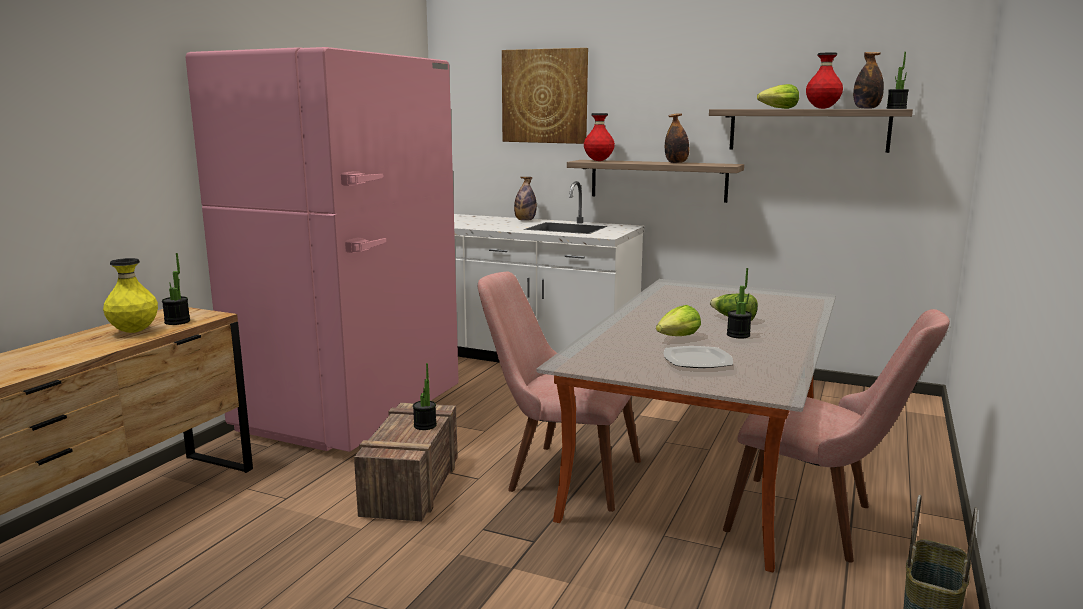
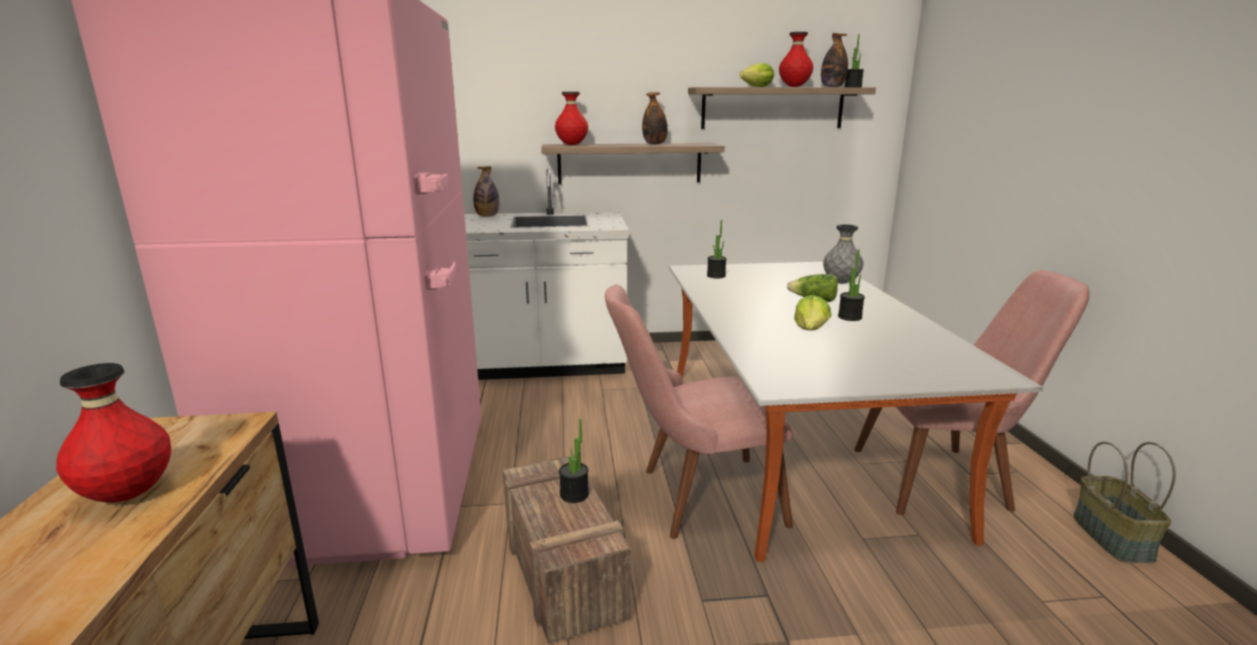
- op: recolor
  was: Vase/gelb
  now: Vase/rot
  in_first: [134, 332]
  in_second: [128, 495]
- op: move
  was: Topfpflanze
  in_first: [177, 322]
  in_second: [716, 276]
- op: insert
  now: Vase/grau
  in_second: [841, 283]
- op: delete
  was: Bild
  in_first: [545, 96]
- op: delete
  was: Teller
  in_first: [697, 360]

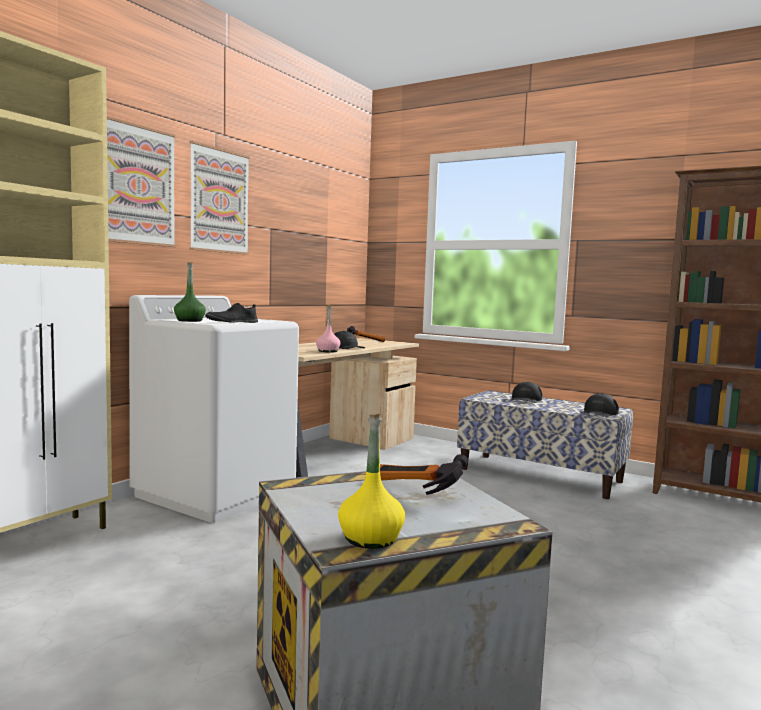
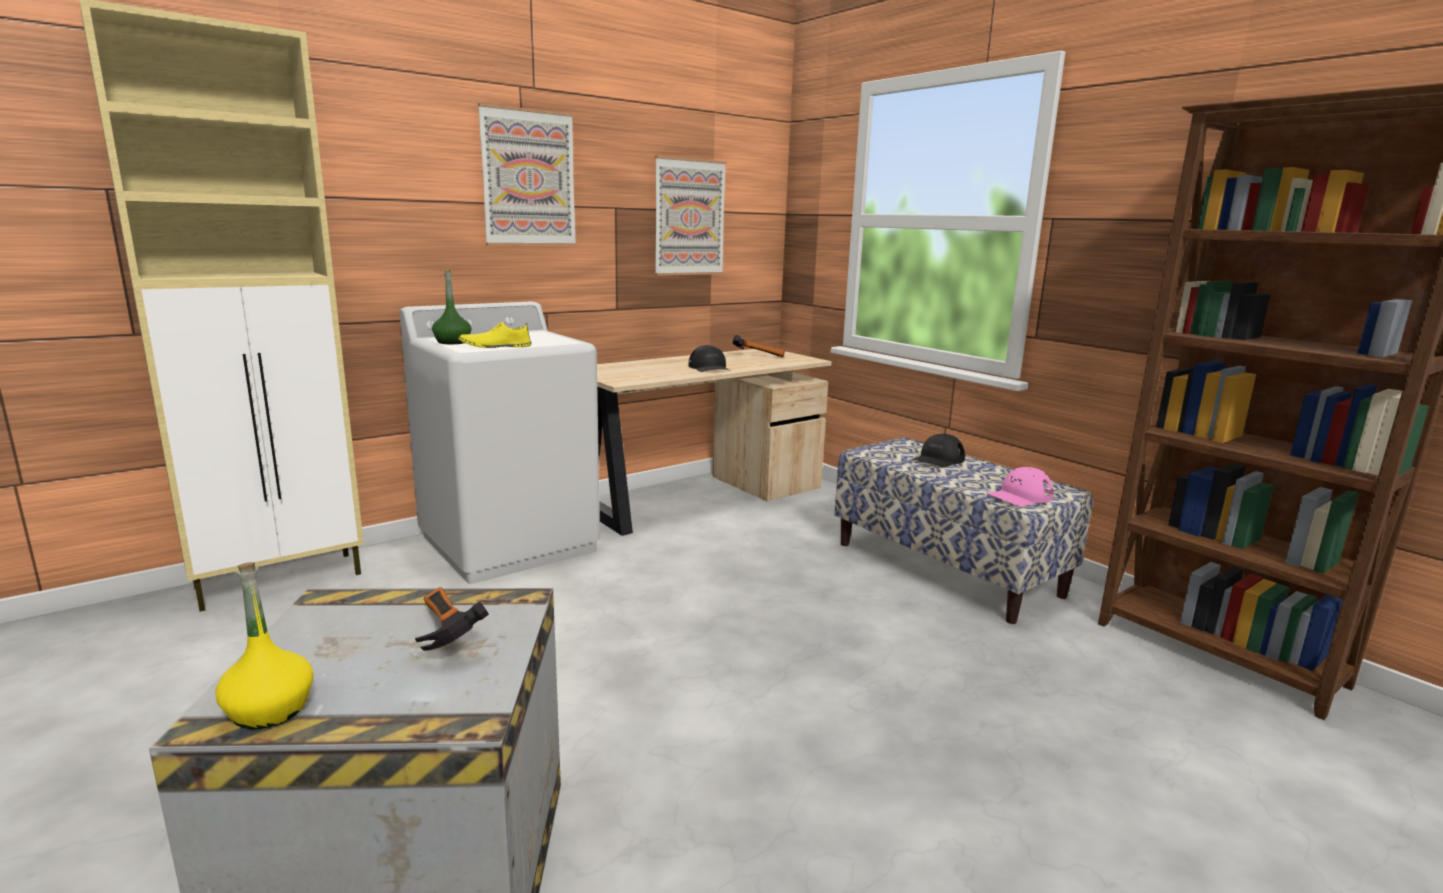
- op: recolor
  was: Schuh/schwarz
  now: Schuh/gelb
  in_first: [232, 322]
  in_second: [495, 346]
- op: move
  was: Bild
  in_first: [137, 185]
  in_second: [689, 217]
- op: recolor
  was: Kappe/schwarz
  now: Kappe/rosa
  in_first: [598, 413]
  in_second: [1020, 496]
- op: delete
  was: Flasche/rosa
  in_first: [328, 351]

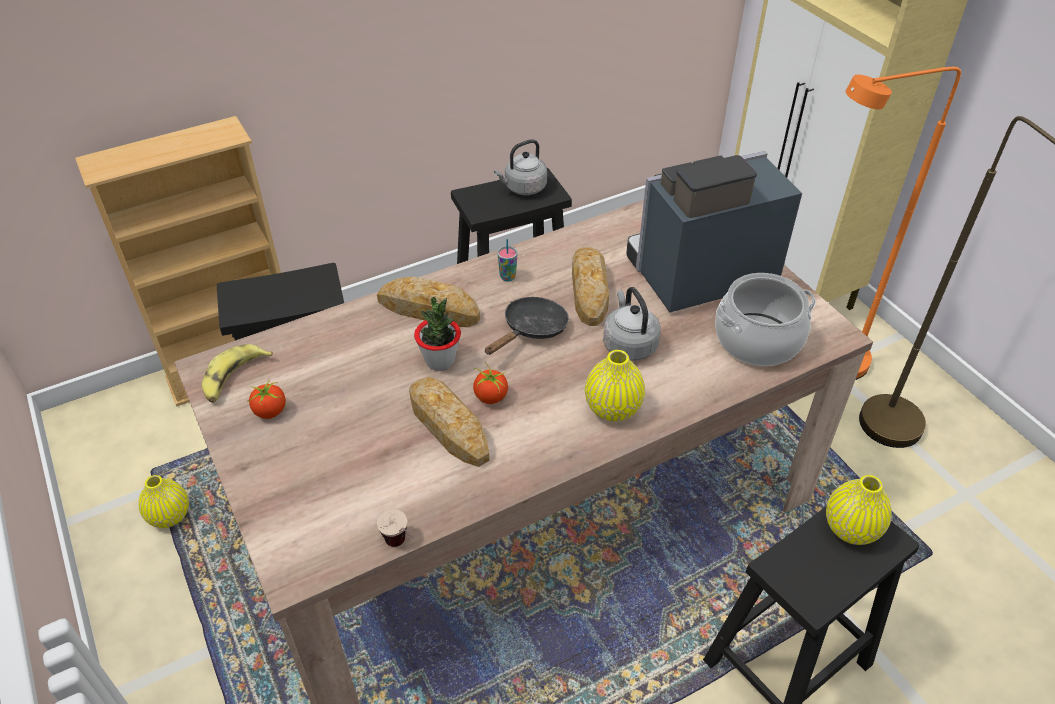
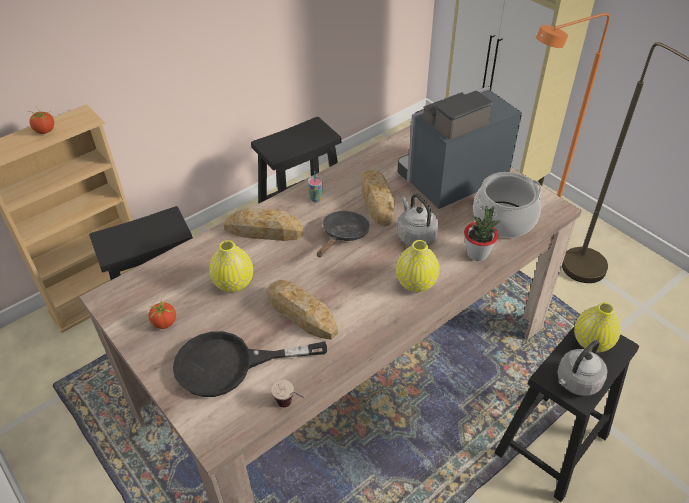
- op: move
  was: Tomate
  in_first: [490, 397]
  in_second: [45, 131]
- op: insert
  now: Pfanne/schwarz
  in_second: [229, 365]
- op: move
  was: Vase/gelb
  in_first: [170, 516]
  in_second: [234, 283]
- op: move
  was: Topfpflanze
  in_first: [440, 361]
  in_second: [477, 254]
- op: move
  was: Wasserkessel/grau
  in_first: [523, 188]
  in_second: [576, 382]
- op: delete
  was: Banane
  in_first: [234, 378]

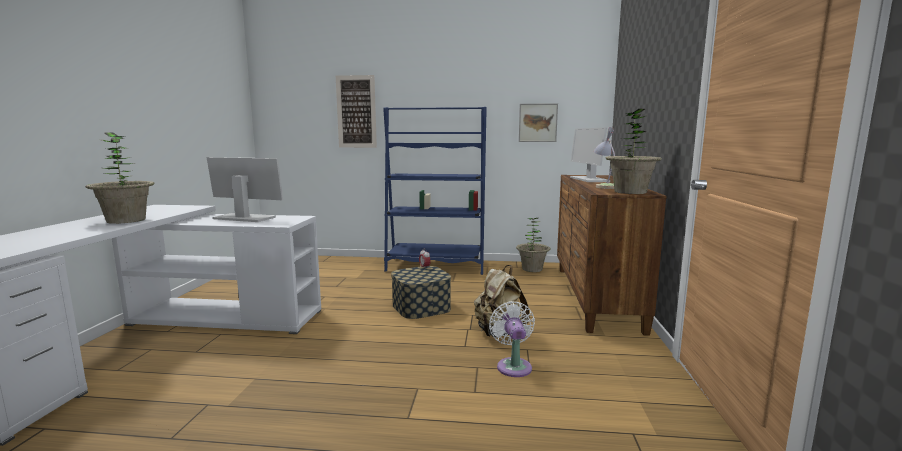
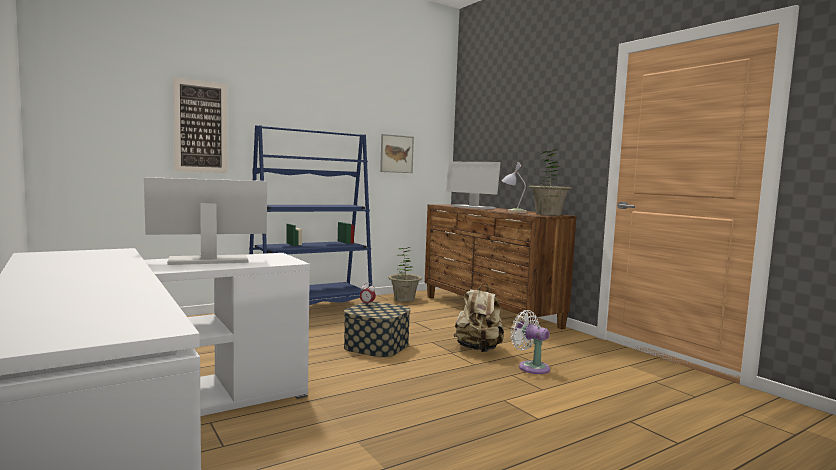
- op: delete
  was: Topfpflanze
  in_first: [126, 220]

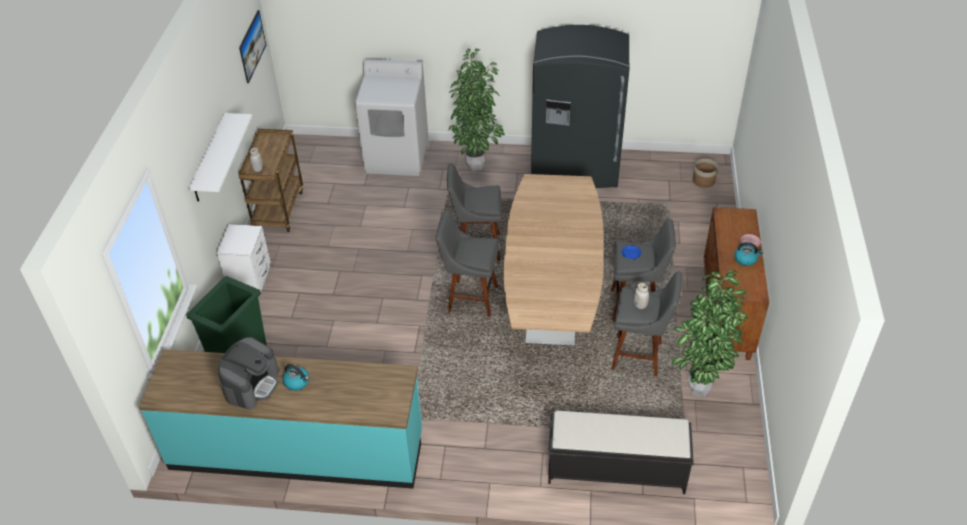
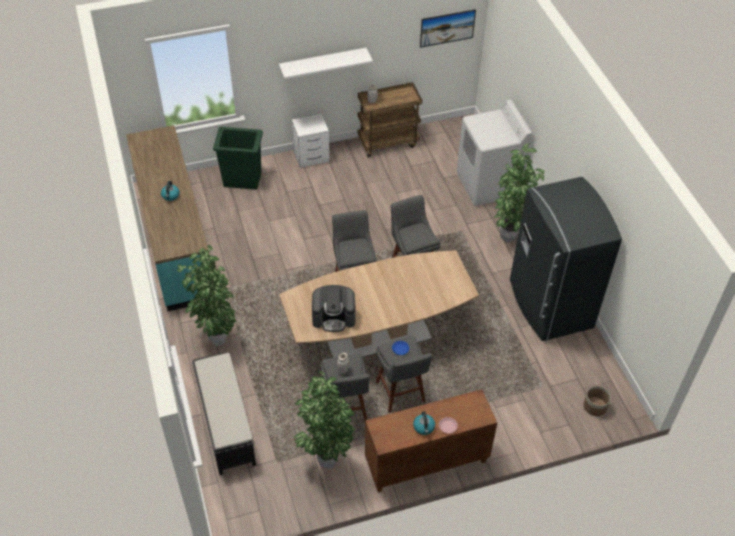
- op: insert
  now: Topfpflanze
  in_second: [216, 339]
- op: move
  was: Kaffeemaschine
  in_first: [252, 384]
  in_second: [334, 317]

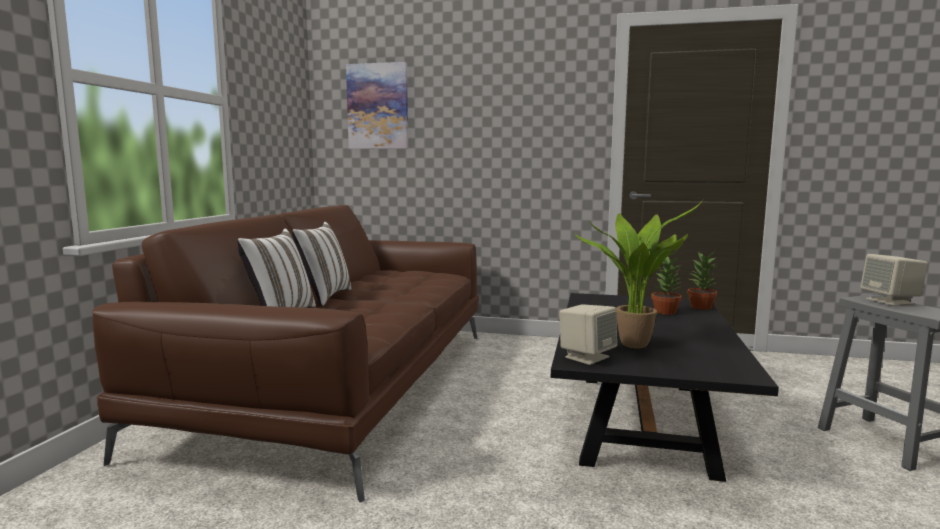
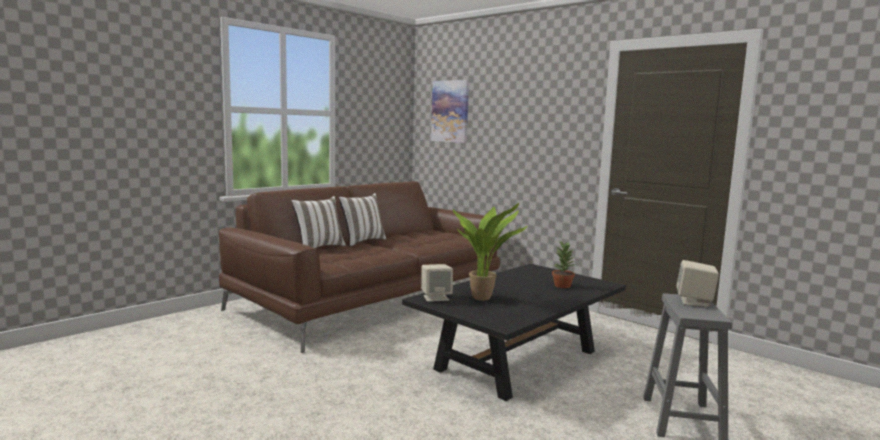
- op: delete
  was: Topfpflanze
  in_first: [701, 307]

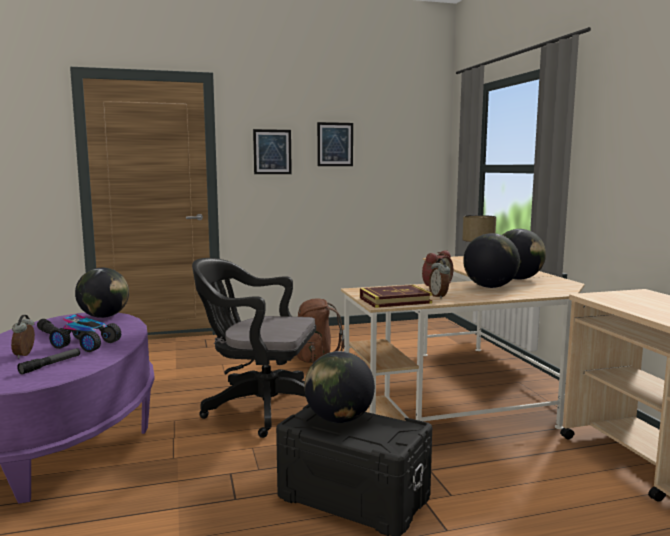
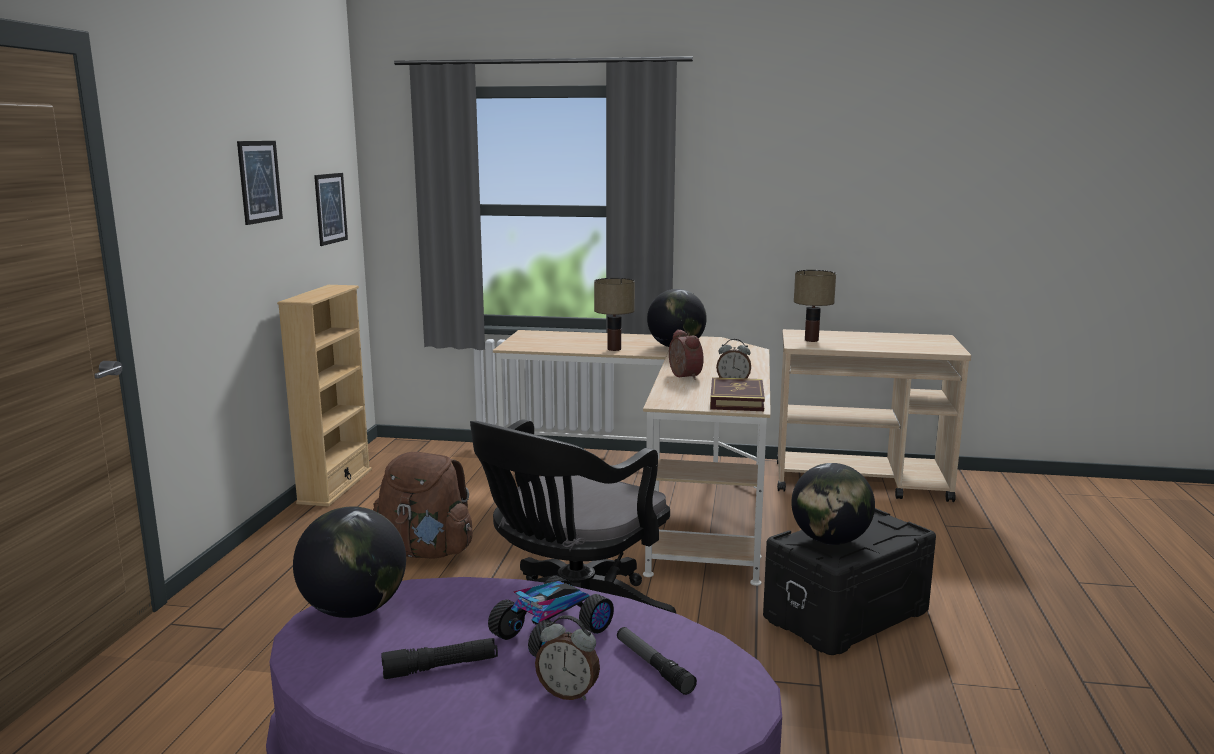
- op: insert
  now: Bücherregal/beige
  in_second: [335, 486]
- op: move
  was: Bild
  in_first: [272, 152]
  in_second: [330, 208]
- op: insert
  now: Tischlampe
  in_second: [810, 340]
- op: delete
  was: Globus
  in_first: [490, 287]

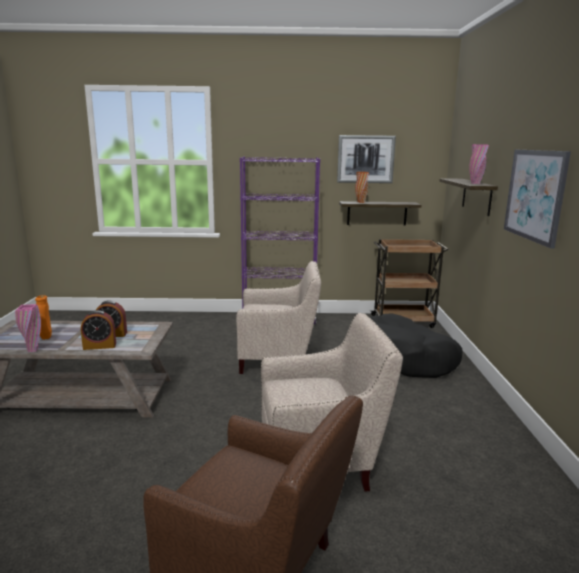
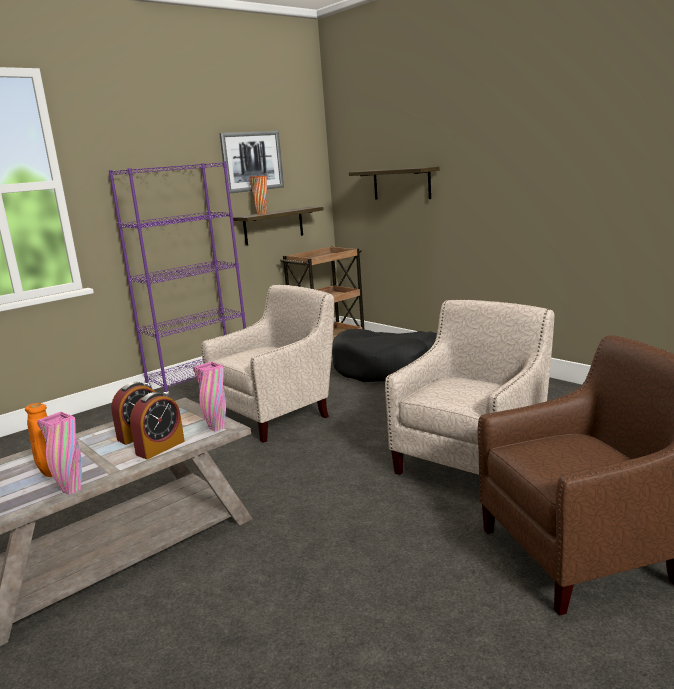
- op: move
  was: Vase/rosa
  in_first: [475, 183]
  in_second: [216, 428]
- op: delete
  was: Bild
  in_first: [535, 195]

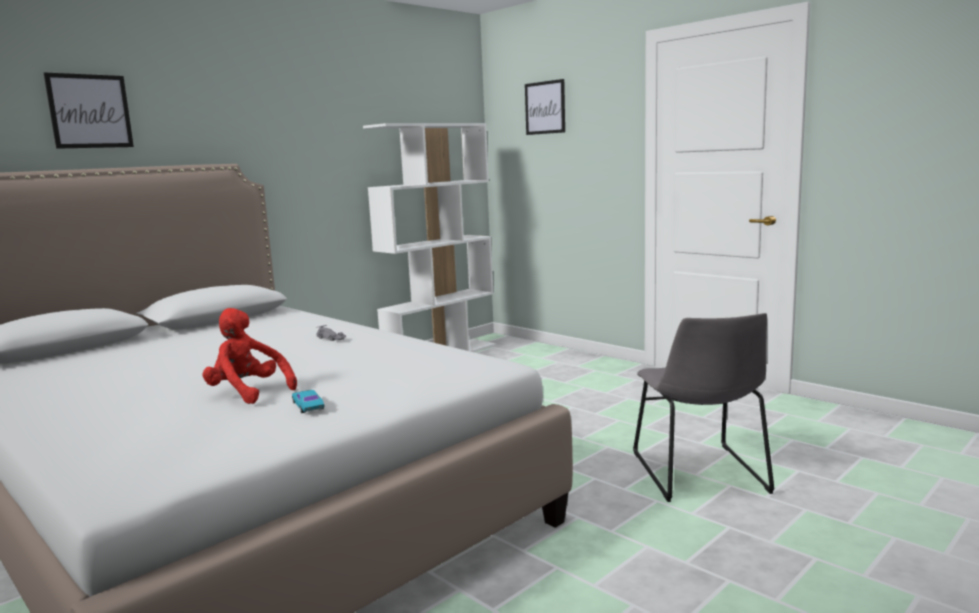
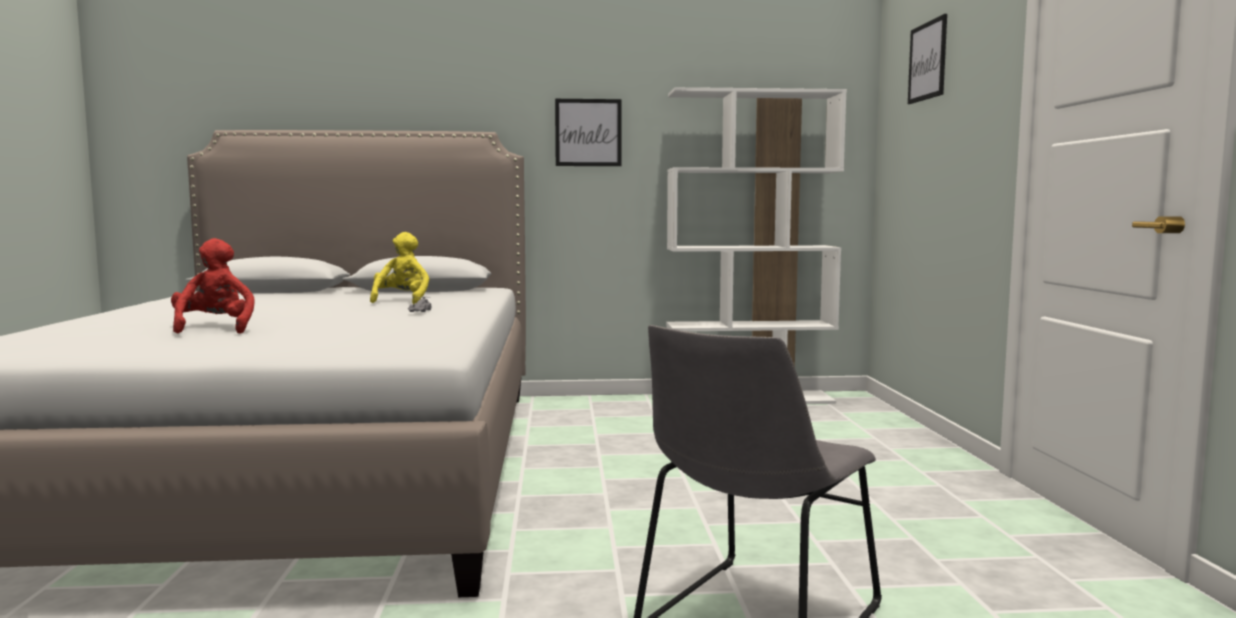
- op: insert
  now: Plüschtier/gelb
  in_second: [402, 301]
- op: move
  was: Bild
  in_first: [90, 111]
  in_second: [588, 132]
- op: delete
  was: Spielzeugauto/türkis
  in_first: [308, 406]

